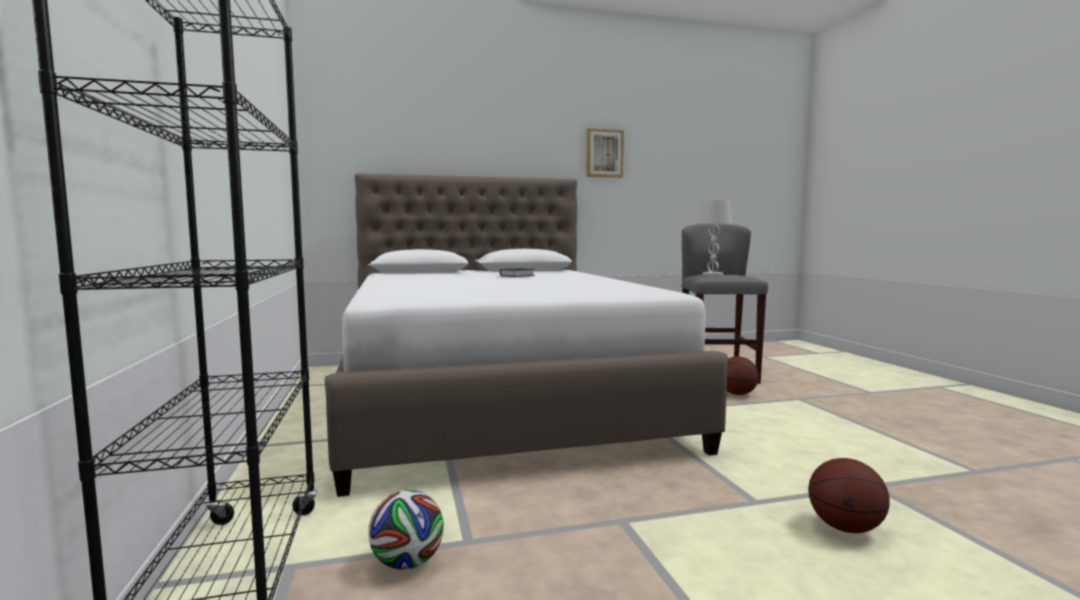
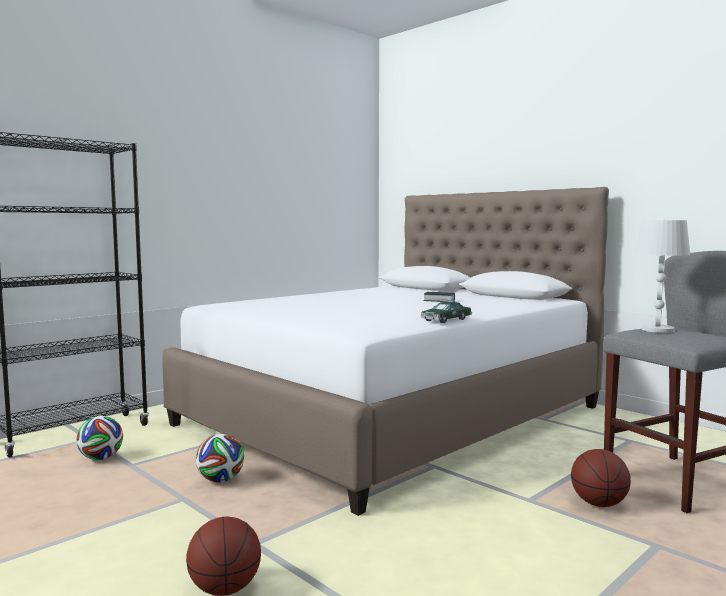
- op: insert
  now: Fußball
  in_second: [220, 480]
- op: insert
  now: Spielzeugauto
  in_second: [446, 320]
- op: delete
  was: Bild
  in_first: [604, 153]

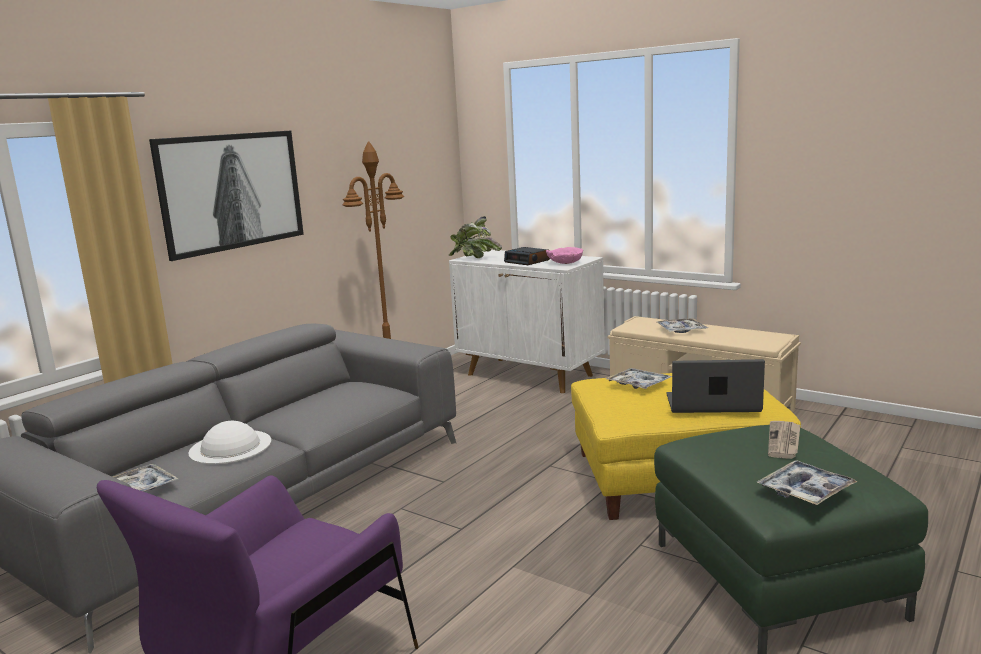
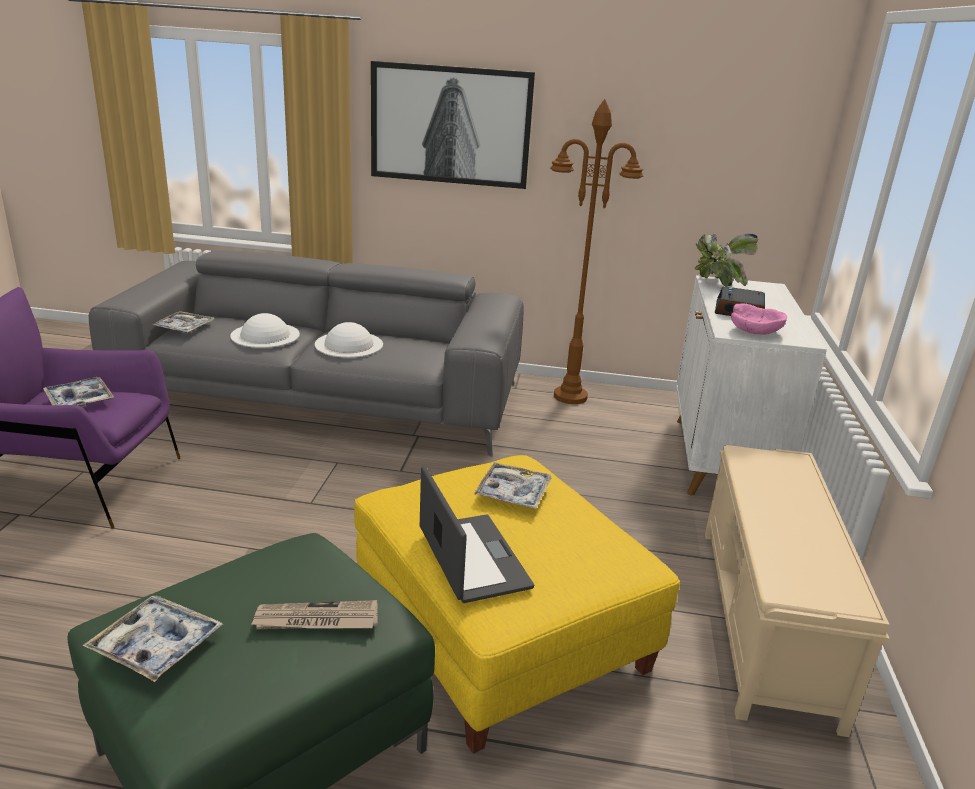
- op: move
  was: Tablett
  in_first: [681, 330]
  in_second: [79, 400]
- op: insert
  now: Hut/weiß
  in_second: [349, 344]

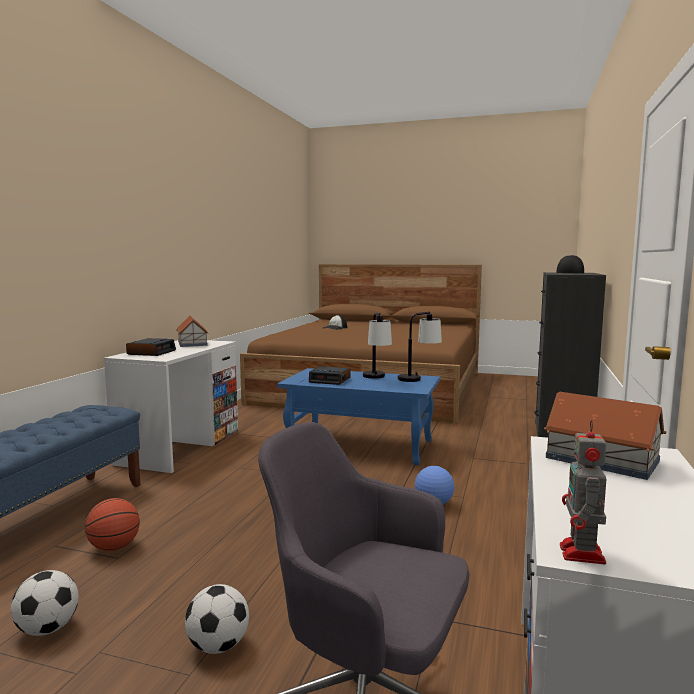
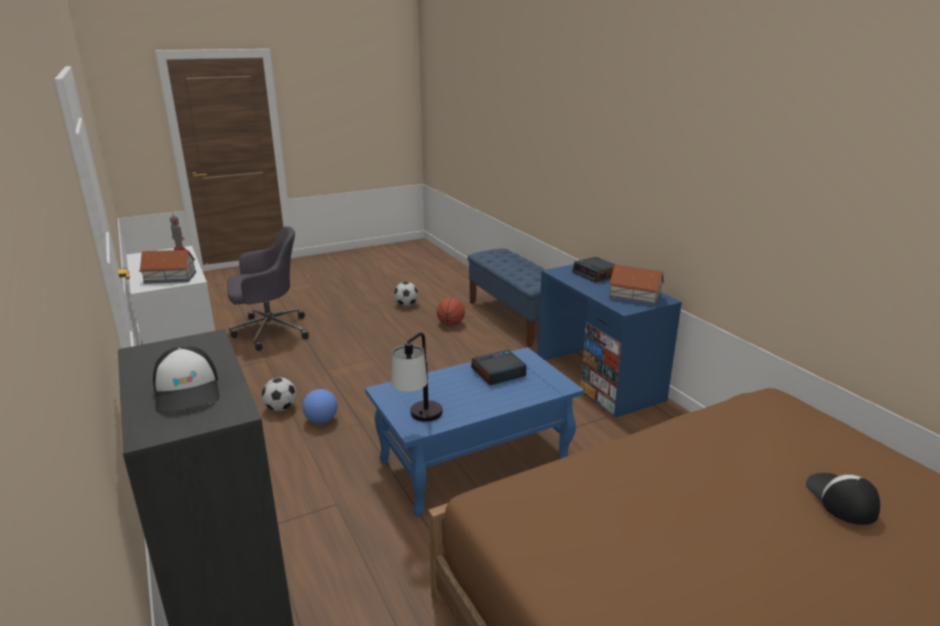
- op: move
  was: Fußball
  in_first: [218, 646]
  in_second: [281, 408]
- op: recolor
  was: Schreibtisch/weiß
  now: Schreibtisch/blau
  in_first: [180, 447]
  in_second: [598, 379]
- op: delete
  was: Tischlampe
  in_first: [377, 378]

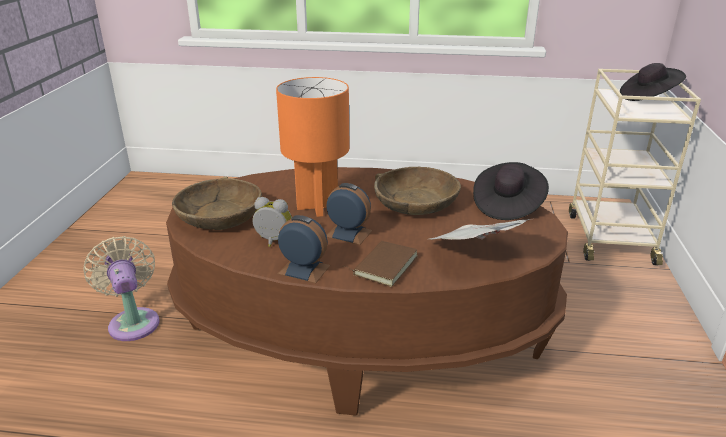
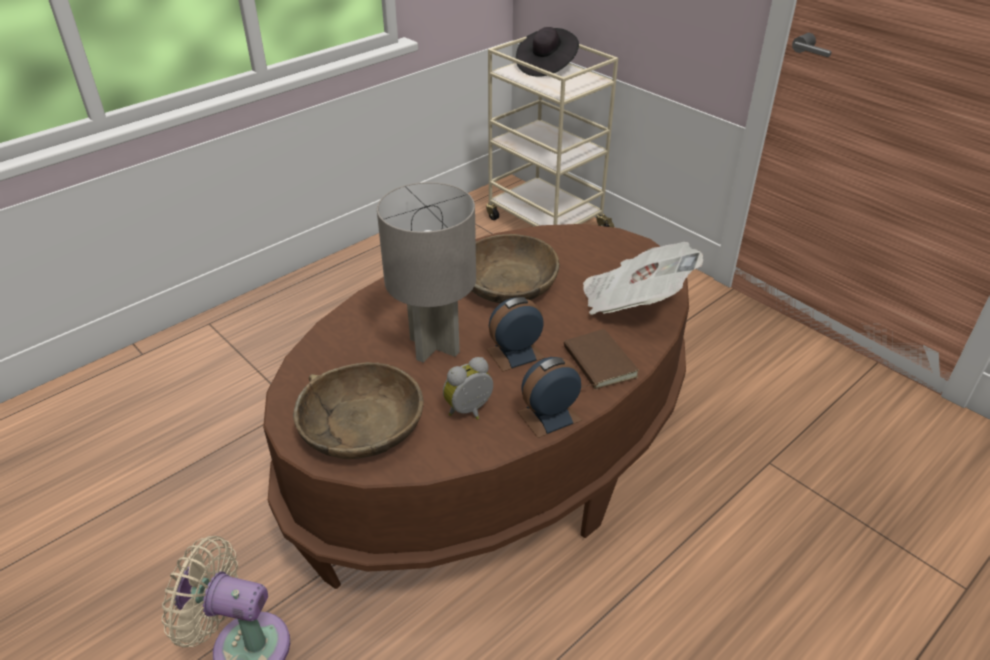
- op: recolor
  was: Tischlampe/orange
  now: Tischlampe/grau
  in_first: [318, 206]
  in_second: [434, 345]
- op: delete
  was: Hut/schwarz
  in_first: [507, 205]

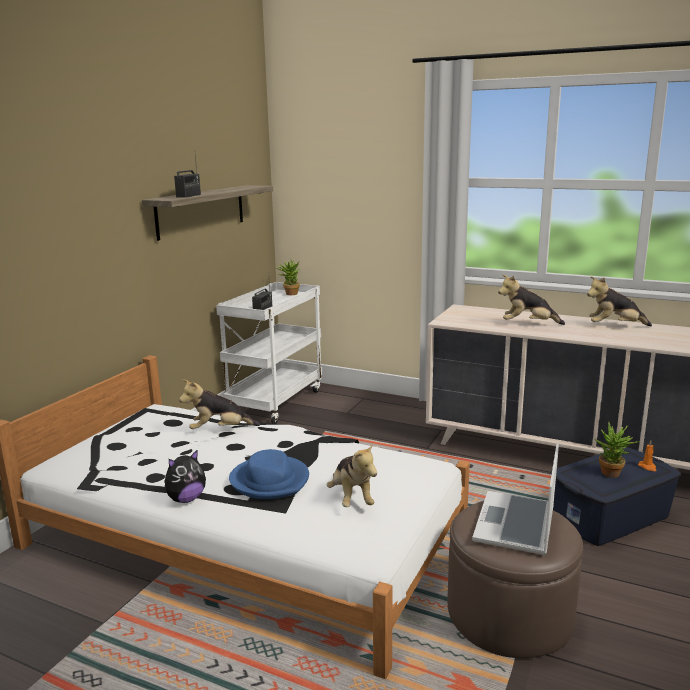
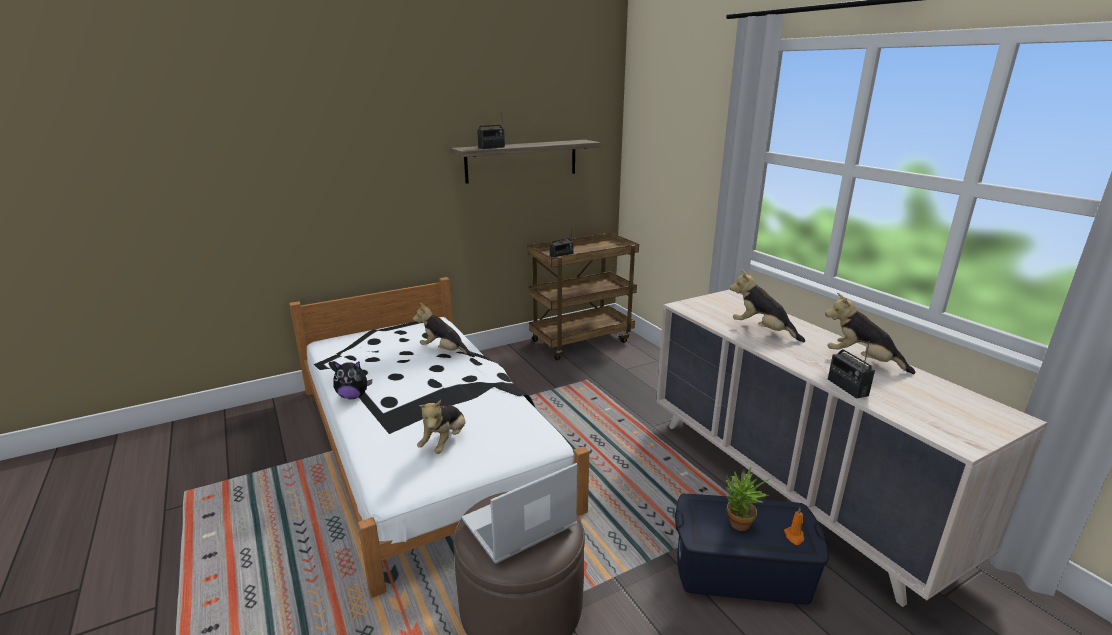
- op: recolor
  was: Rollwagen/weiß
  now: Rollwagen/braun
  in_first: [275, 401]
  in_second: [581, 340]
- op: insert
  now: Radio
  in_second: [847, 387]
- op: delete
  was: Hut/blau
  in_first: [270, 480]
- op: delete
  was: Topfpflanze
  in_first: [289, 293]

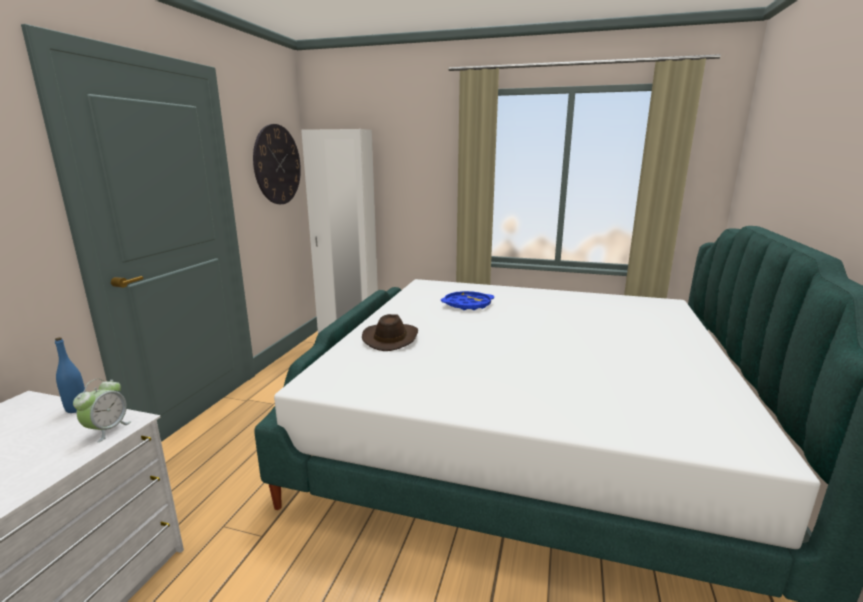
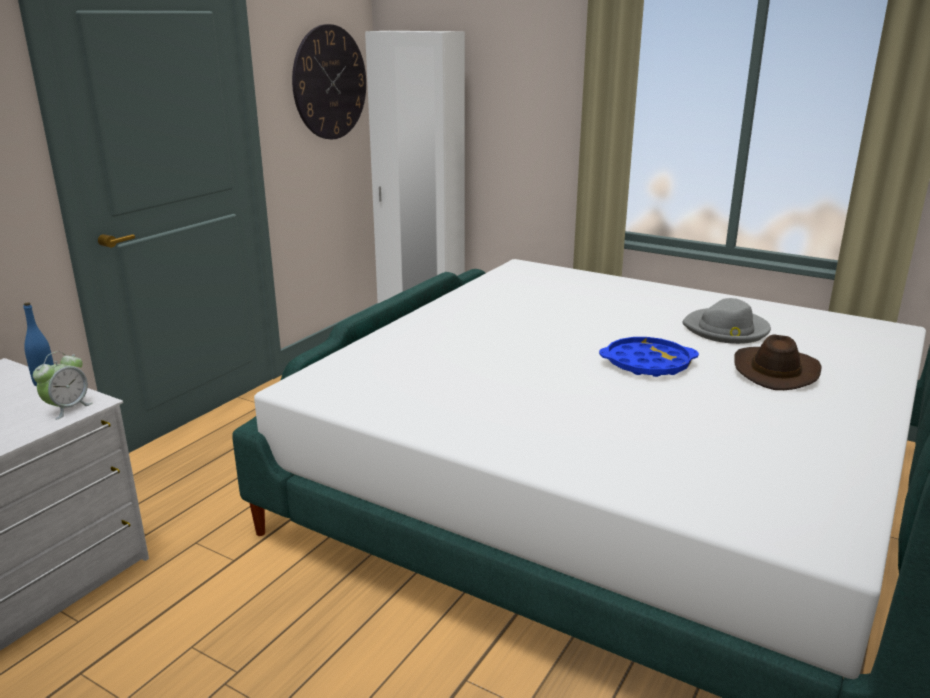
- op: move
  was: Tablett/blau
  in_first: [467, 304]
  in_second: [647, 364]
- op: insert
  now: Hut/grau
  in_second: [726, 330]
- op: move
  was: Hut/braun
  in_first: [390, 338]
  in_second: [774, 371]

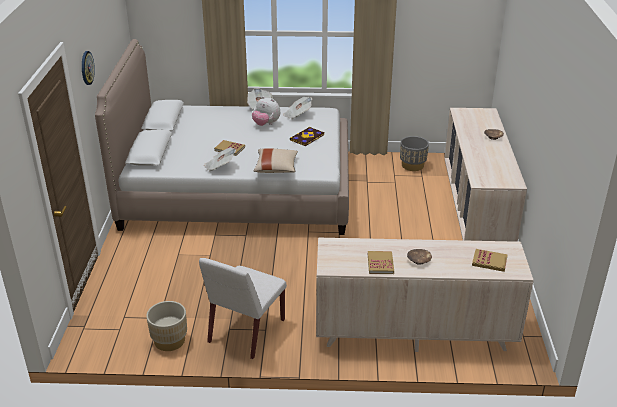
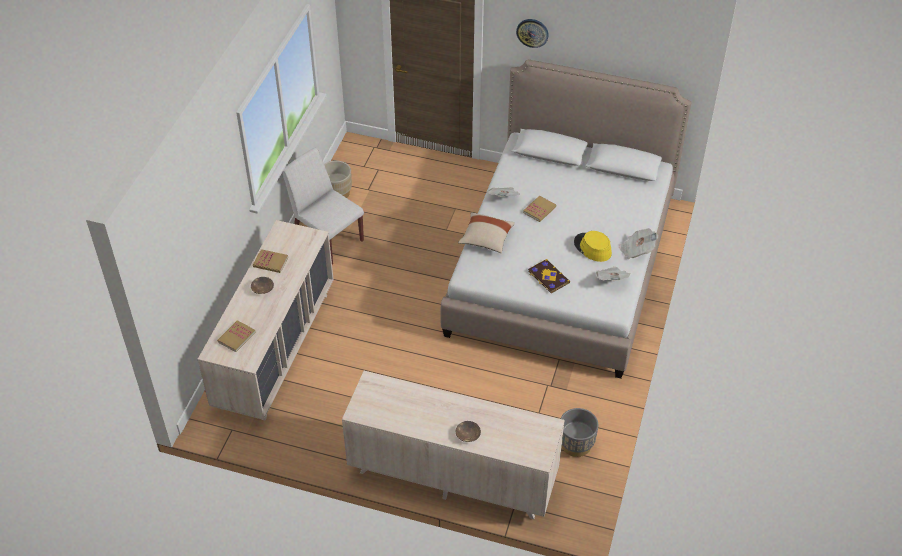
- op: replace
  was: Plüschtier
  now: Hut/gelb
  in_first: [266, 124]
  in_second: [592, 248]

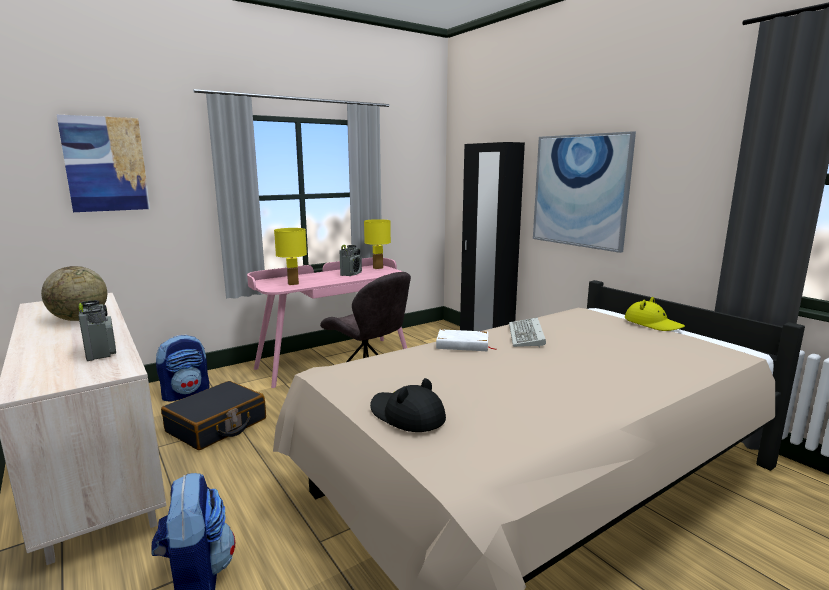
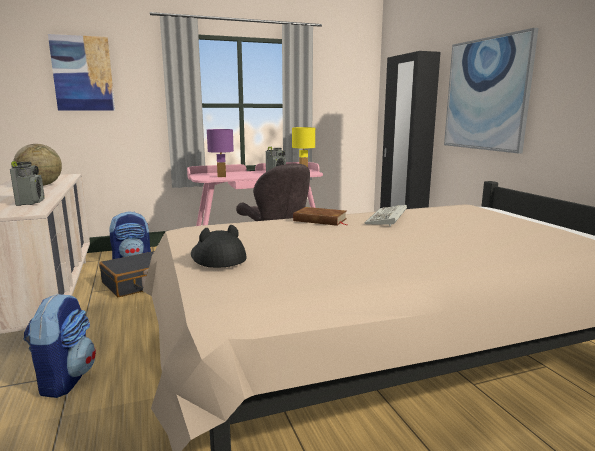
- op: recolor
  was: Tischlampe/gelb
  now: Tischlampe/lila
  in_first: [293, 284]
  in_second: [222, 176]
- op: recolor
  was: Buch/weiß
  now: Buch/braun
  in_first: [463, 344]
  in_second: [320, 220]
- op: delete
  was: Hut/gelb
  in_first: [652, 324]

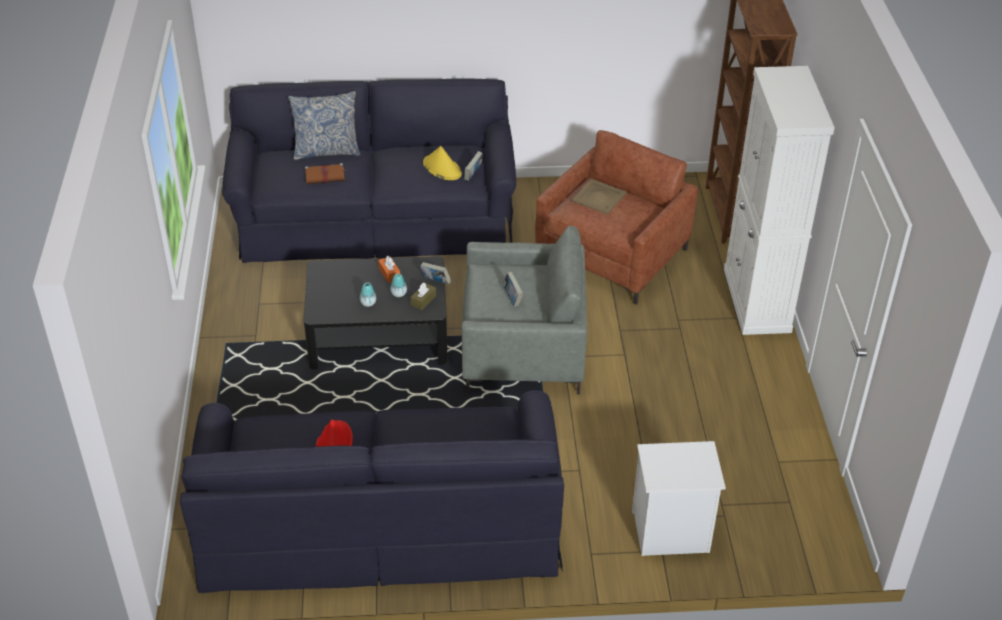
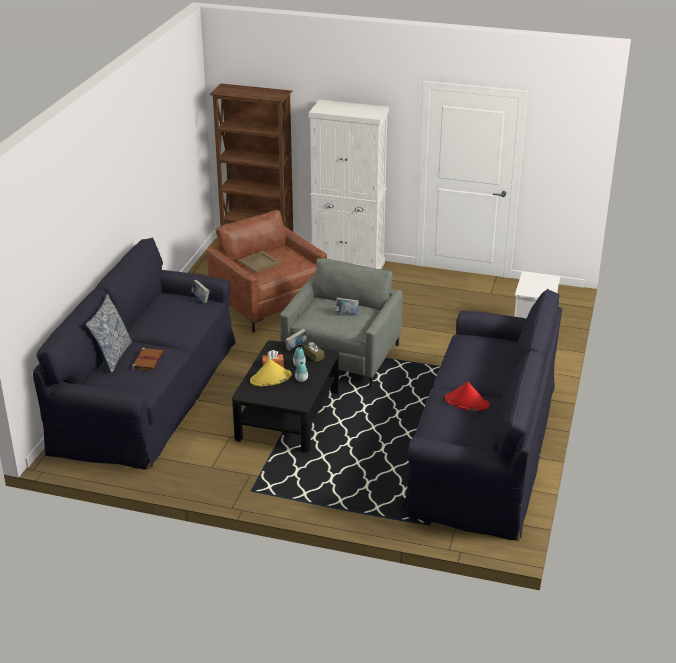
- op: move
  was: Hut/gelb
  in_first: [442, 168]
  in_second: [270, 378]

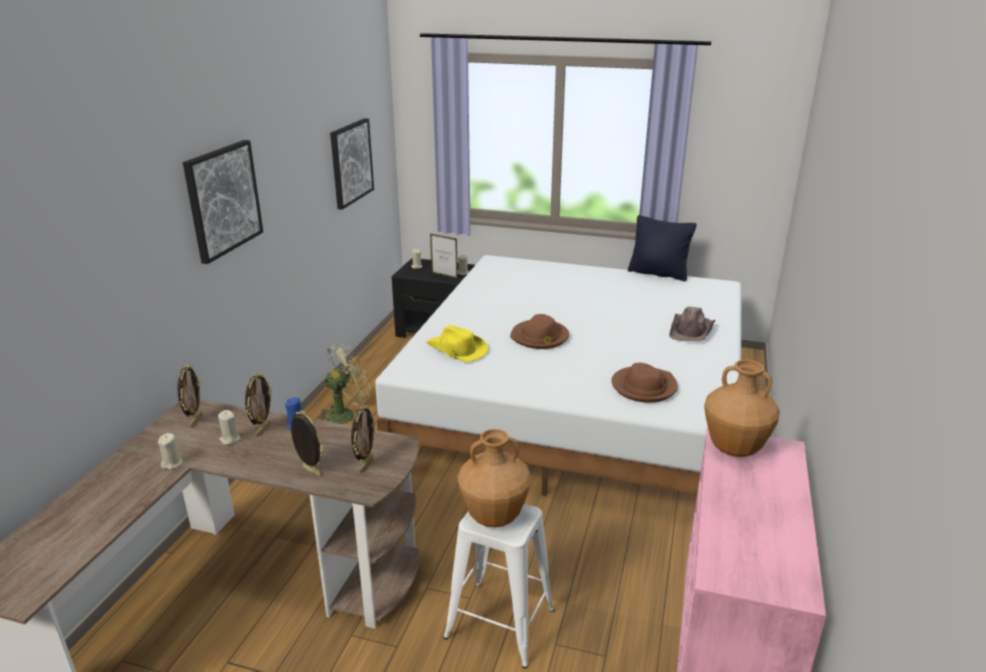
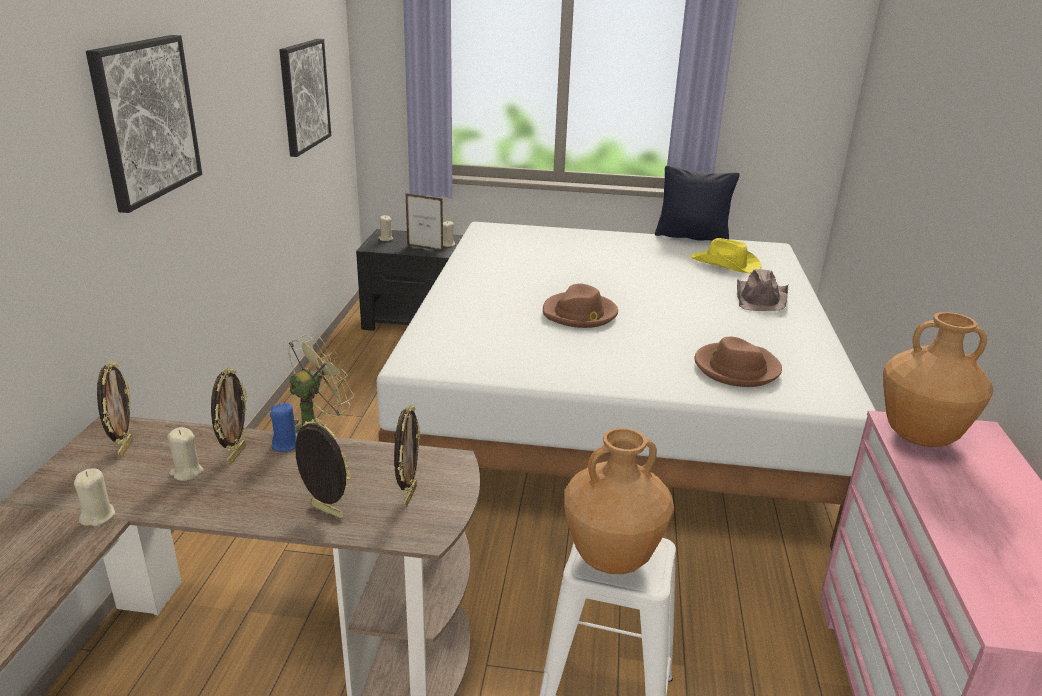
- op: move
  was: Hut/gelb
  in_first: [457, 350]
  in_second: [725, 264]

